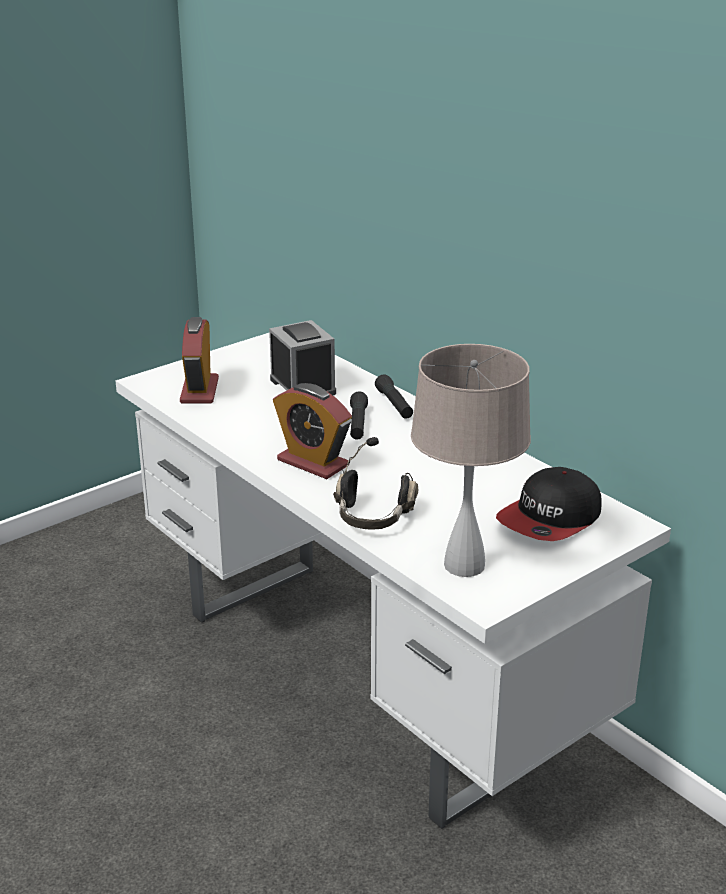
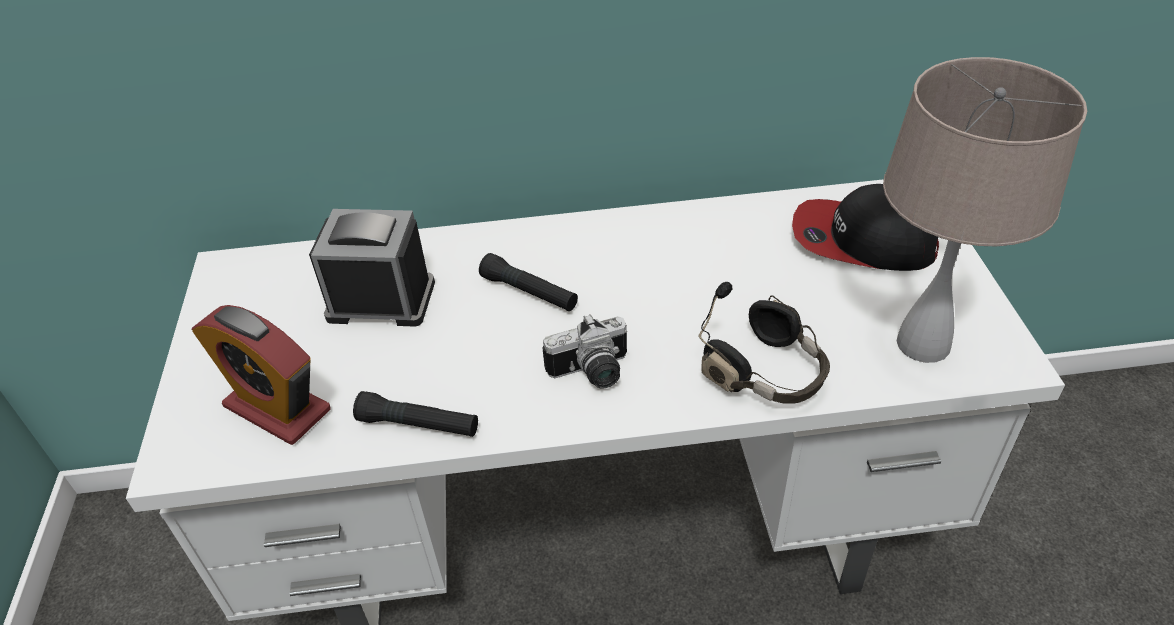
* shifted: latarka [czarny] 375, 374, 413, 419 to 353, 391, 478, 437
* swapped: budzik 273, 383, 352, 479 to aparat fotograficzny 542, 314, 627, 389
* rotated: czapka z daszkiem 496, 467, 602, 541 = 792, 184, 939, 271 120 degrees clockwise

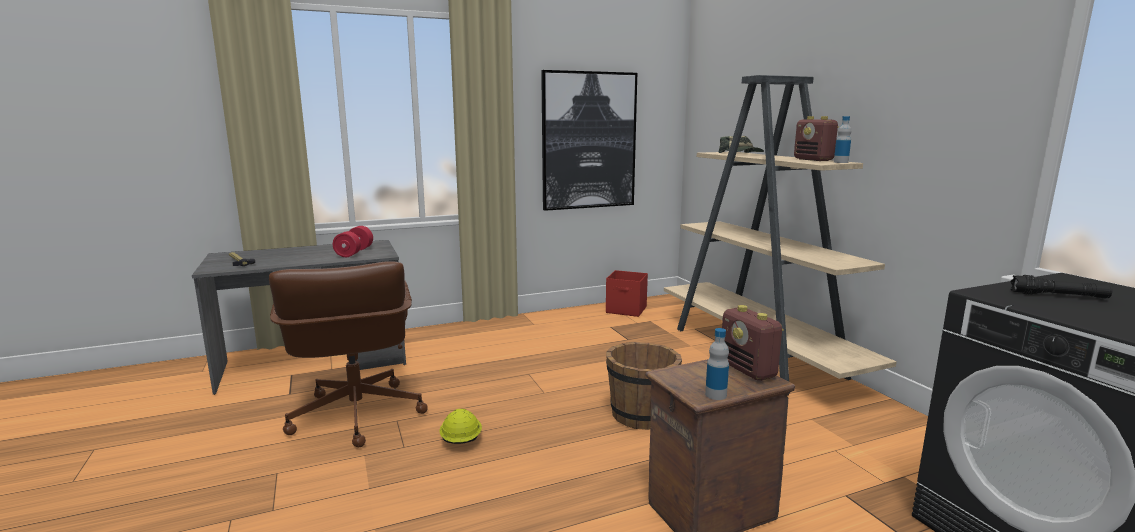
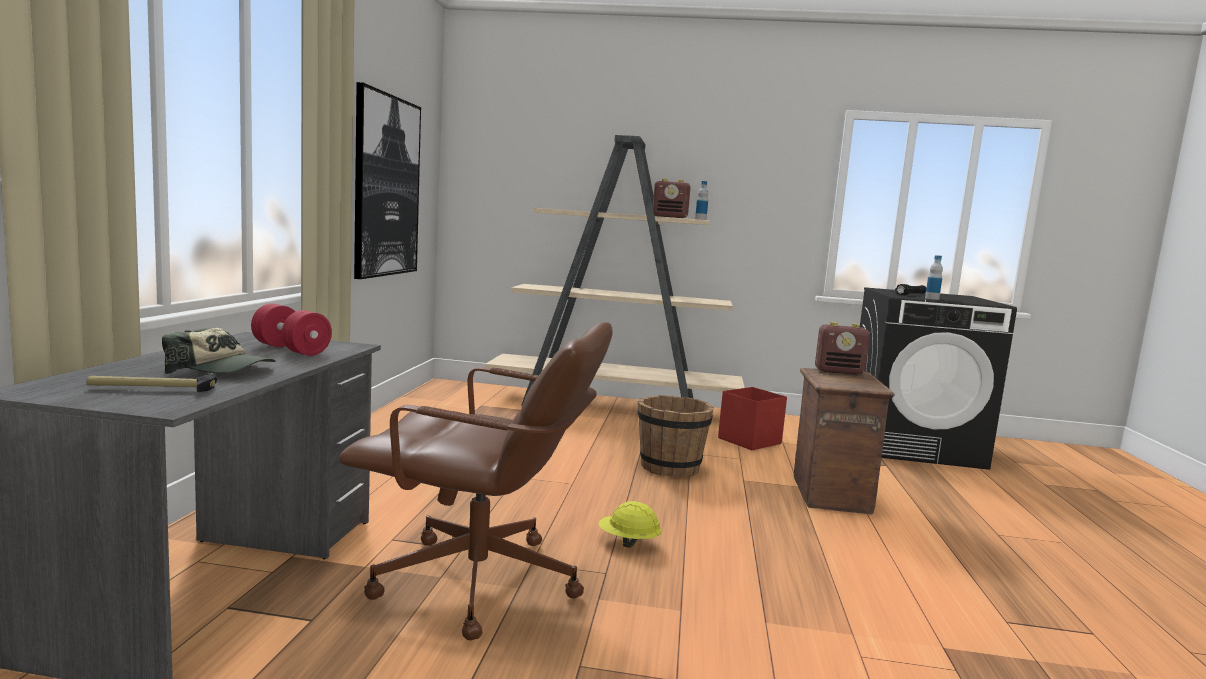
* shifted: czapka z daszkiem 719, 136, 764, 153 to 162, 328, 276, 374
* shifted: pojemnik do przechowywania [czerwony] 606, 270, 648, 317 to 718, 387, 787, 450
* shifted: butelka 705, 328, 729, 400 to 925, 255, 943, 300

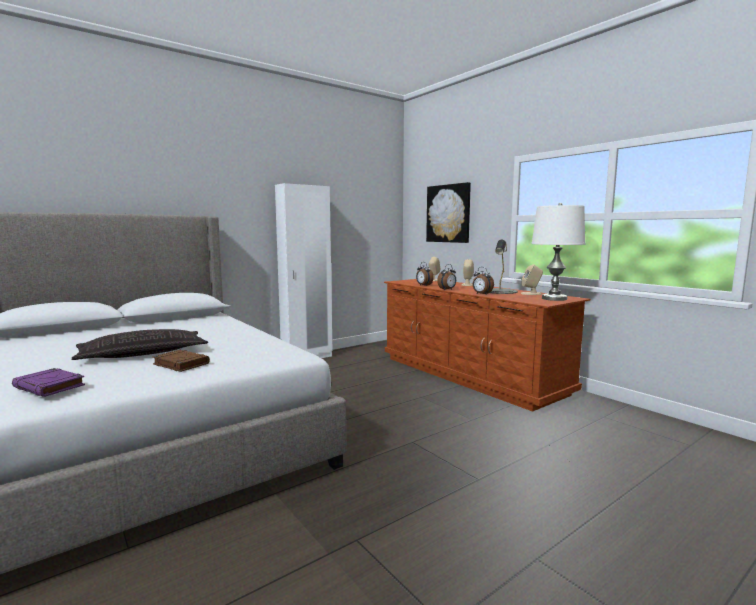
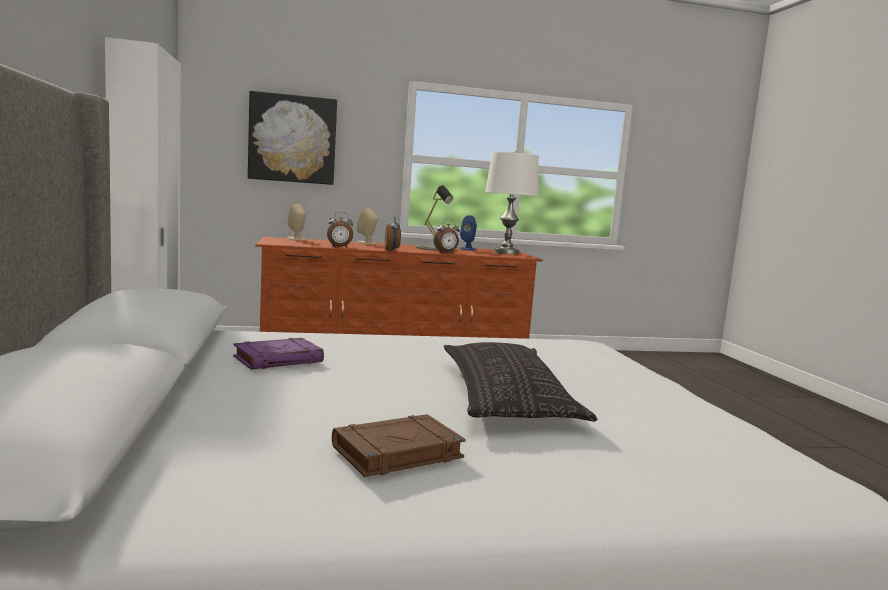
* repainted: głośnik [beżowy] 521, 264, 543, 295 to głośnik [niebieski] 459, 215, 477, 251
* shifted: książka [brązowy] 152, 350, 210, 372 to 332, 414, 466, 477
* shifted: książka [fioletowy] 12, 368, 85, 397 to 233, 338, 324, 369

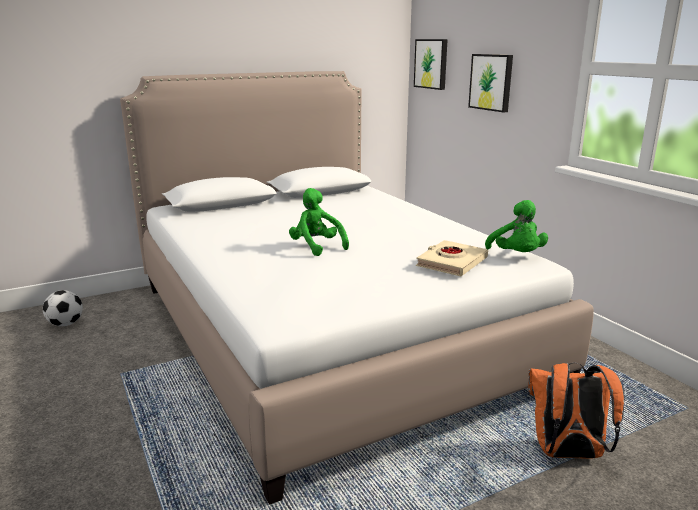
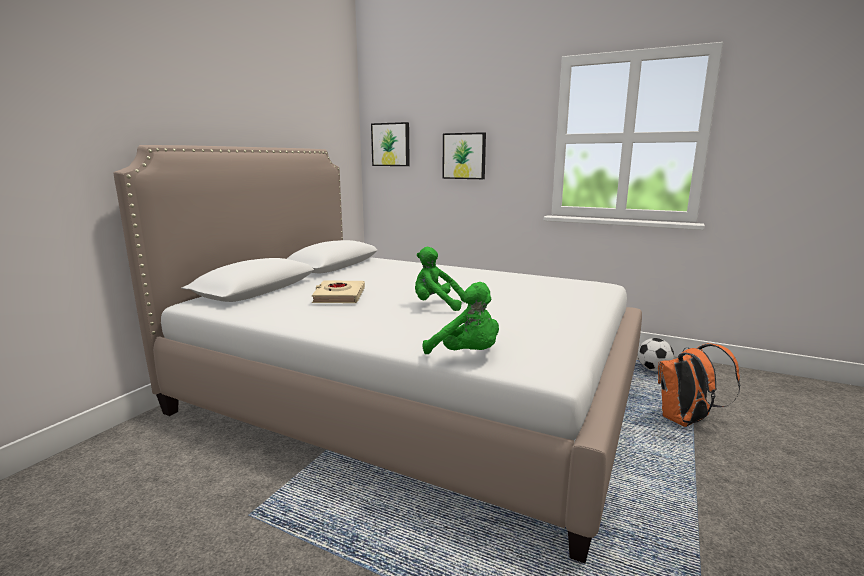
* shifted: pluszak [zielony] 485, 200, 548, 252 to 423, 282, 499, 354
* shifted: książka [beżowy] 416, 240, 488, 276 to 312, 280, 365, 303
* shifted: piłka futbolowa 43, 290, 83, 326 to 638, 338, 674, 371

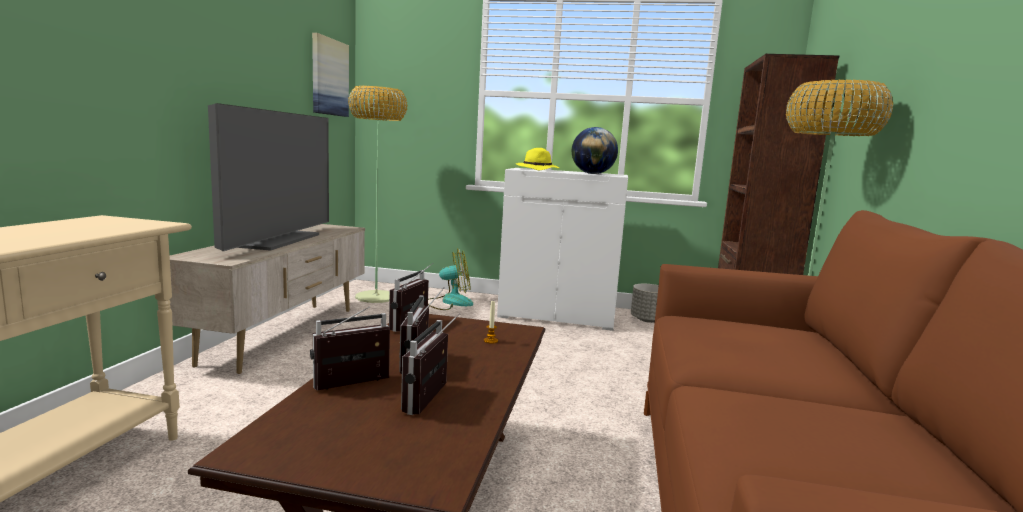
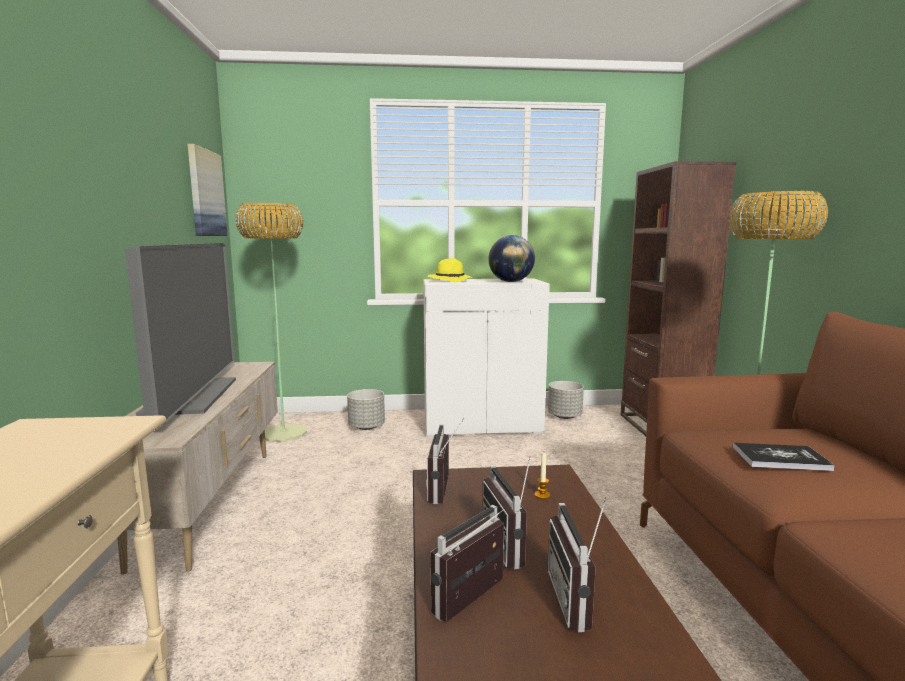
* swapped: wentylator 428, 248, 473, 310 to donica [szary] 347, 389, 385, 430
* new: książka 733, 443, 835, 471

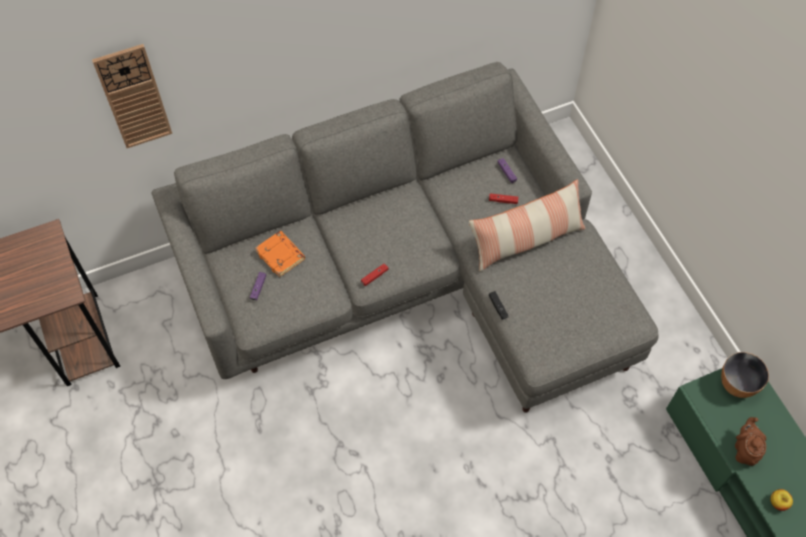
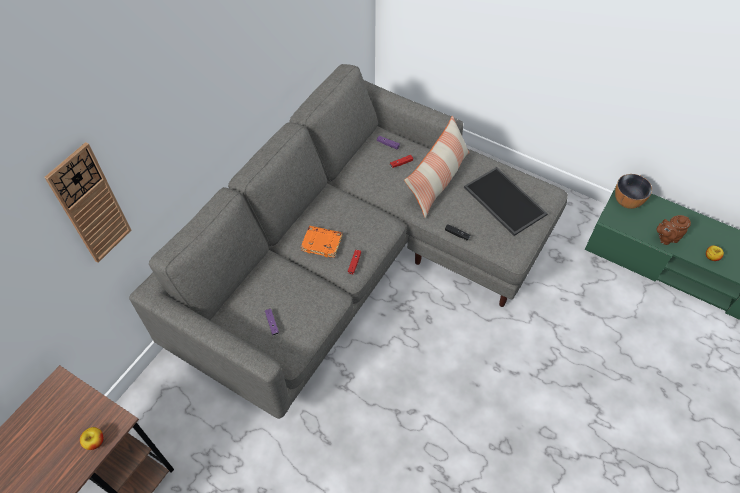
* shifted: książka [pomarańczowy] 255, 231, 305, 277 to 300, 226, 342, 258
* rotated: imbryk [brązowy] 735, 417, 766, 466 = 656, 215, 691, 245 75 degrees counterclockwise
* new: taca 464, 167, 548, 236
* new: jabłko 80, 427, 103, 450

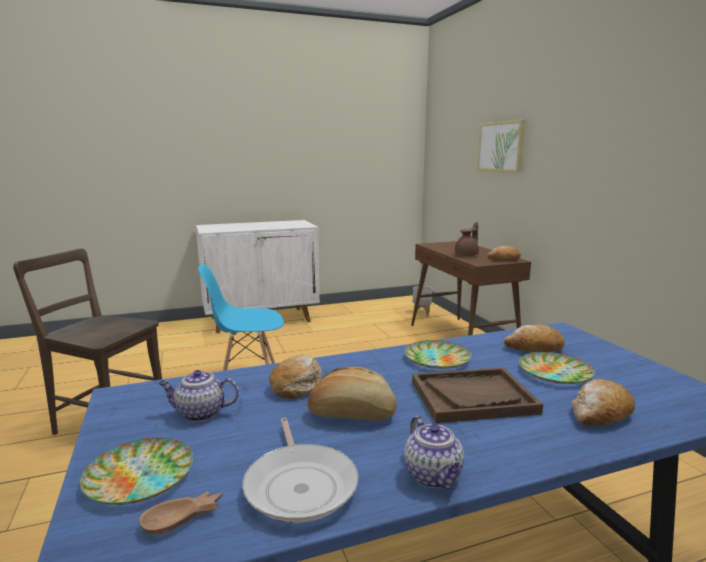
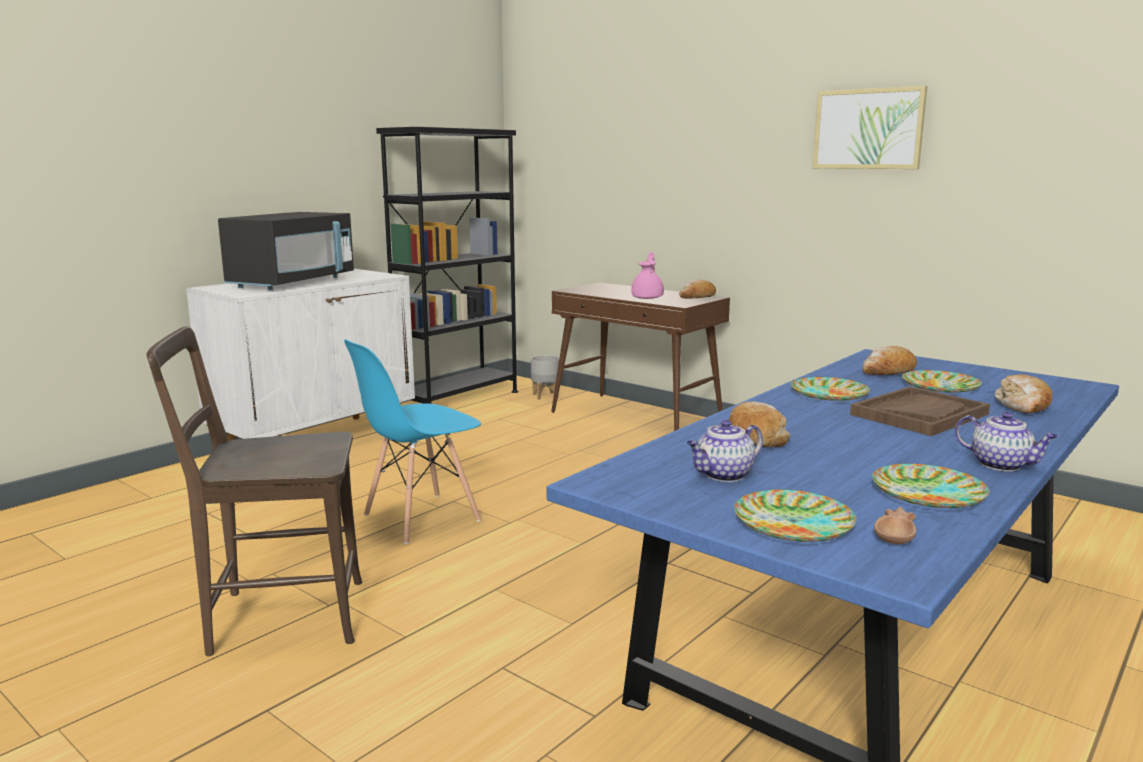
* shifted: obraz 477, 120, 525, 173 to 813, 86, 928, 169
* repainted: imbryk [brązowy] 455, 222, 479, 257 to imbryk [różowy] 631, 252, 664, 299
* gone: chleb 308, 367, 396, 420
* swapped: patelnia 242, 418, 358, 523 to talerz 872, 464, 990, 508
* new: regał [czarny] 376, 127, 518, 404
* new: mikrofalówka [czarny] 218, 212, 354, 290

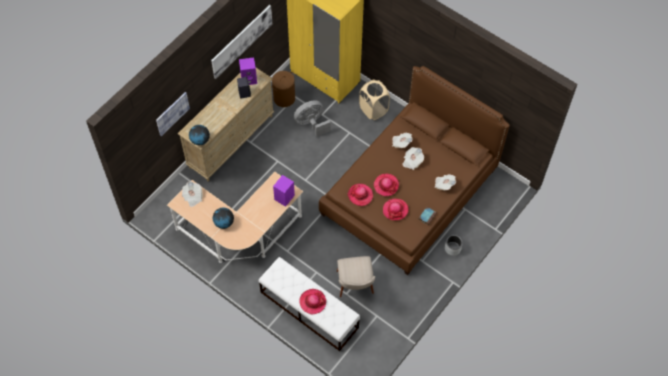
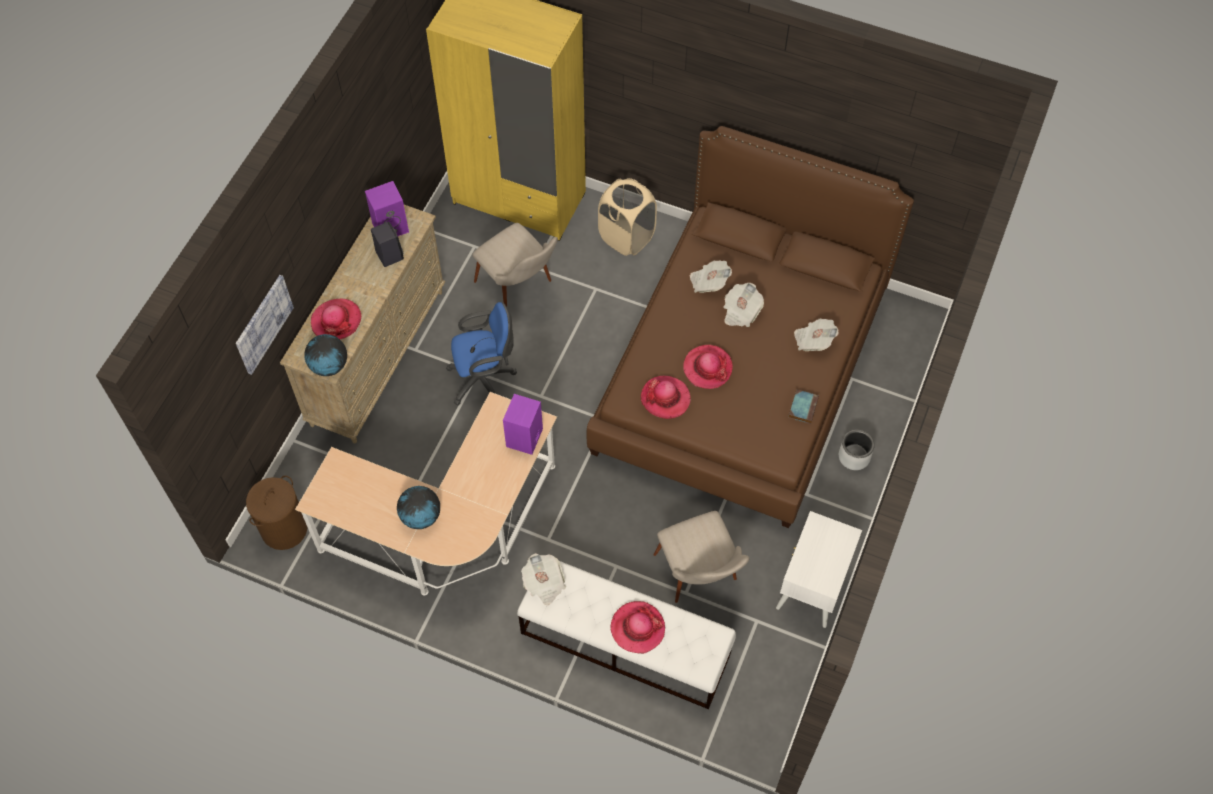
* gone: obraz 211, 5, 272, 79
* shifted: kosz na pranie [brązowy] 272, 71, 295, 107 to 246, 476, 308, 550
* swapped: wentylator [szary] 294, 100, 331, 137 to krzesło [beżowy] 472, 223, 558, 307
* shifted: gazeta 182, 181, 203, 207 to 521, 553, 566, 605
* shifted: kapelusz 383, 199, 409, 220 to 311, 299, 361, 339
* new: krzesło biurowe [niebieski] 446, 302, 517, 405
* new: szafka nocna [biały] 776, 511, 862, 628

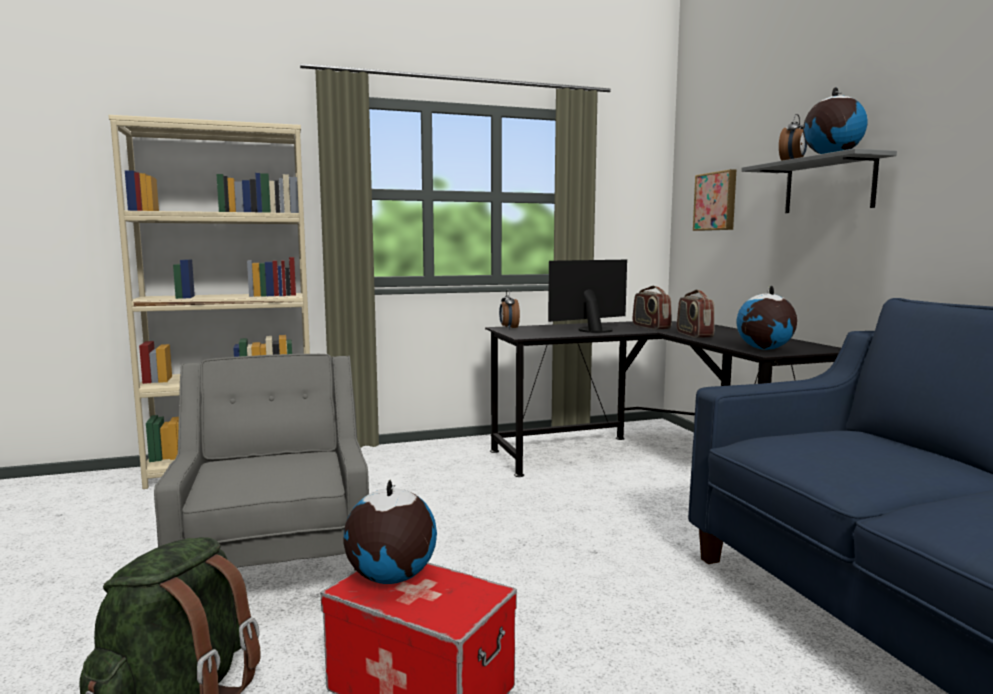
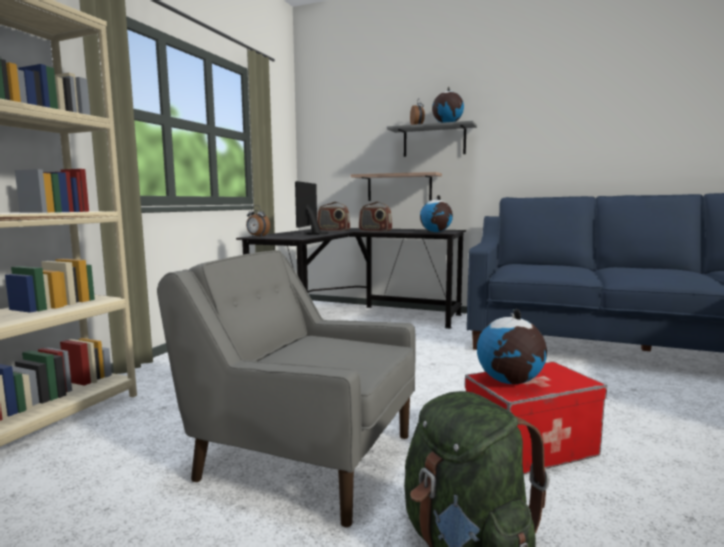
* gone: obraz 693, 169, 736, 231
* new: półka 351, 172, 442, 201

